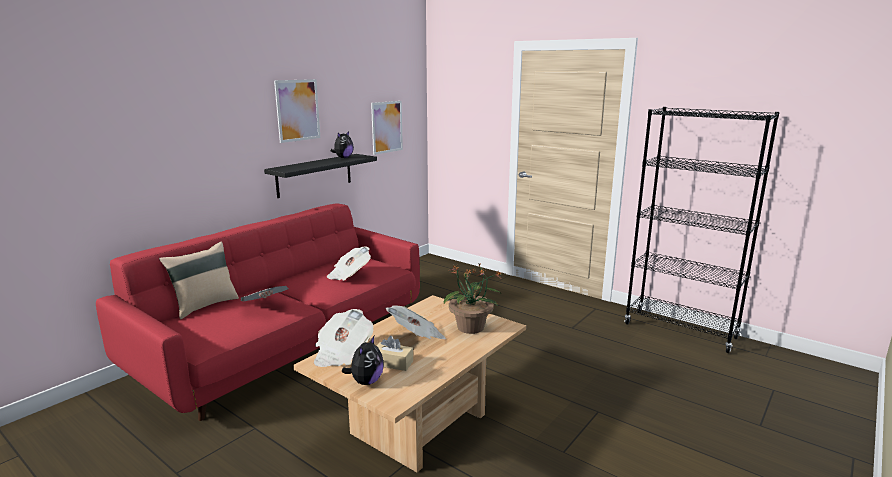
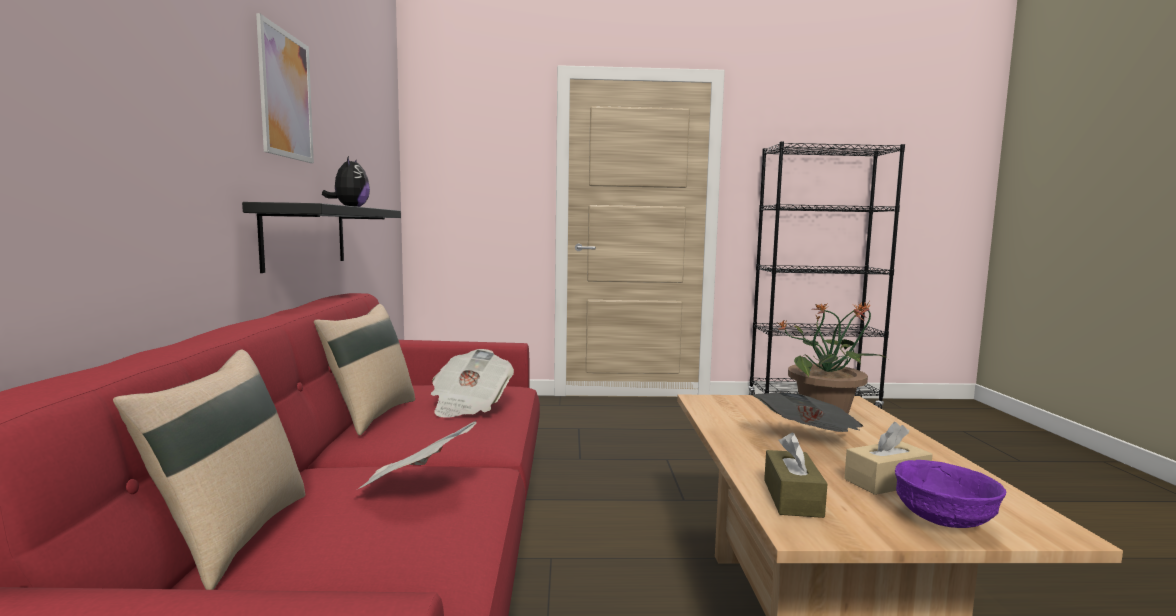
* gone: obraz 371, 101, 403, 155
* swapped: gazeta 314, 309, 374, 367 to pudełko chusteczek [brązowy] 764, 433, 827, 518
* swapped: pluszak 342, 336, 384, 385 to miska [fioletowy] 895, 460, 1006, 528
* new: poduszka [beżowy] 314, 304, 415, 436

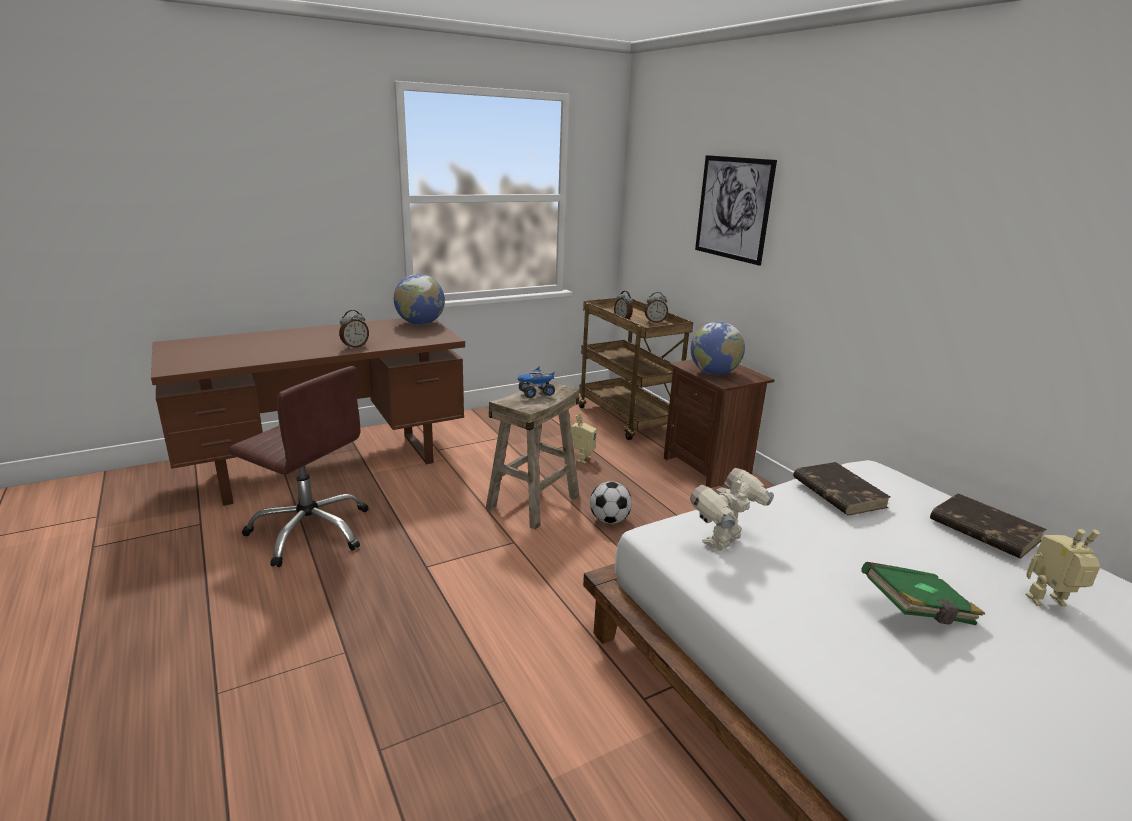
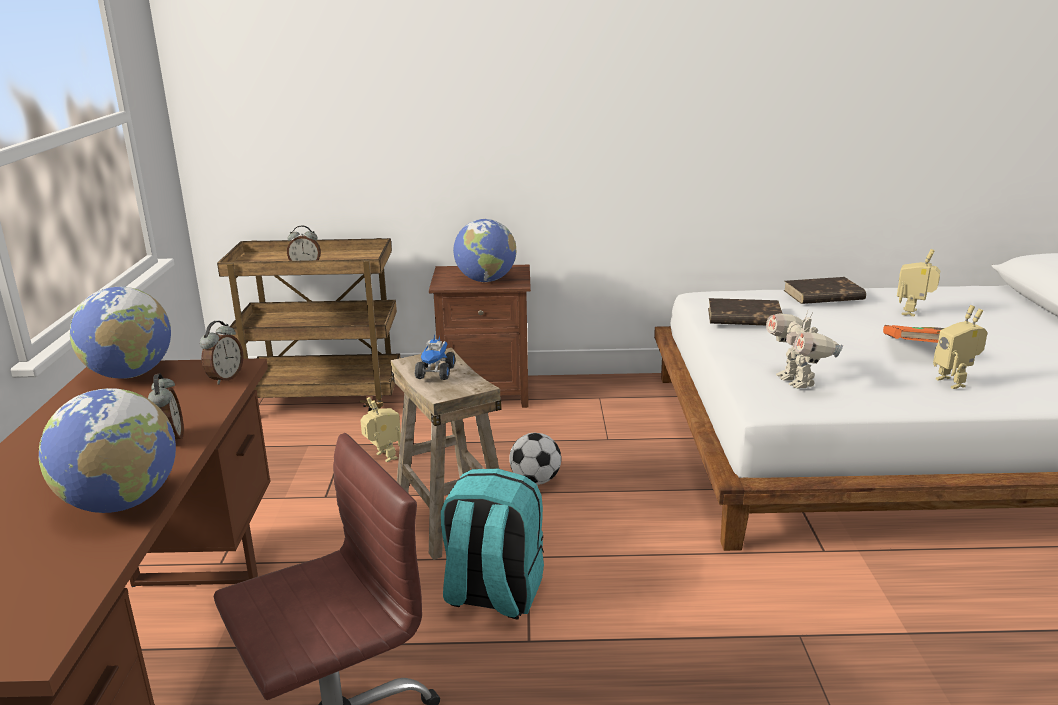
* gone: obraz 695, 155, 777, 266
* shifted: budzik 644, 292, 668, 323 to 200, 321, 244, 385
* repainted: książka [zielony] 861, 562, 985, 625 to książka [pomarańczowy] 883, 325, 944, 343
* new: robot zabawkowy 933, 305, 988, 389
* new: globus 39, 388, 176, 513
* new: plecak [turkusowy] 441, 469, 544, 620

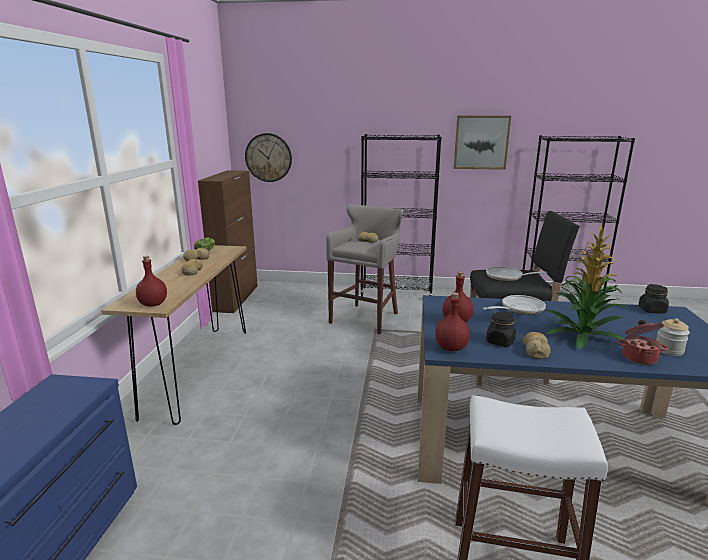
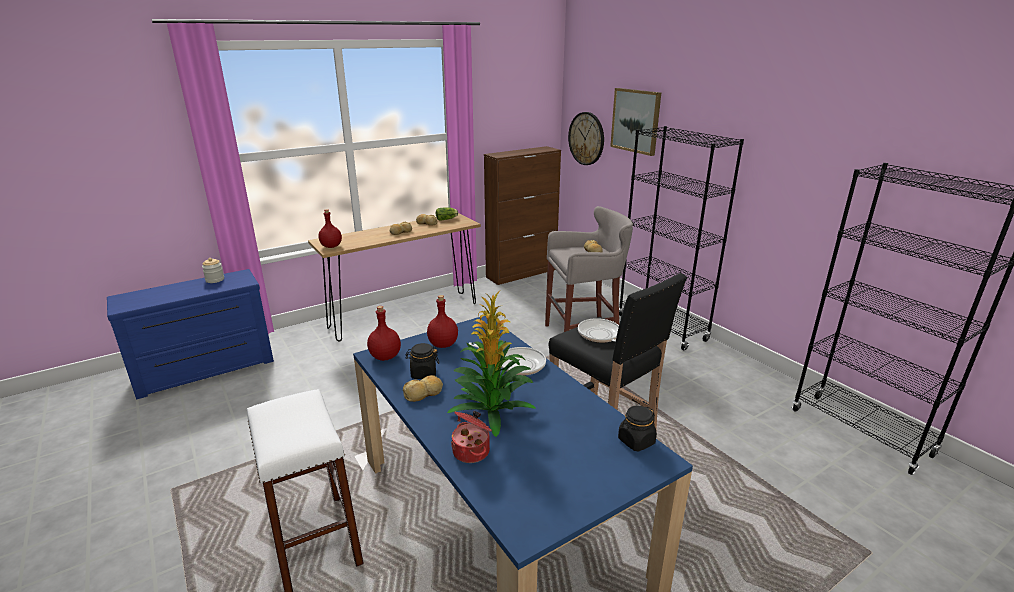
* shifted: obraz 454, 116, 511, 170 to 610, 88, 661, 156
* shifted: słoik 656, 318, 690, 356 to 202, 258, 224, 283

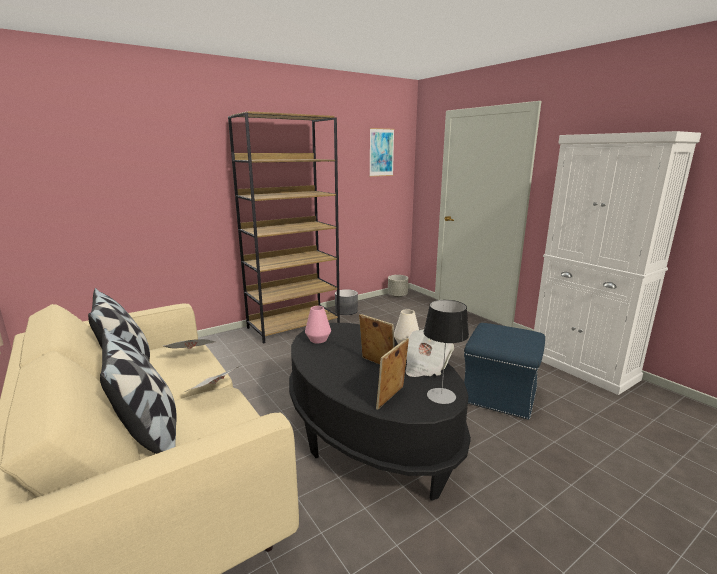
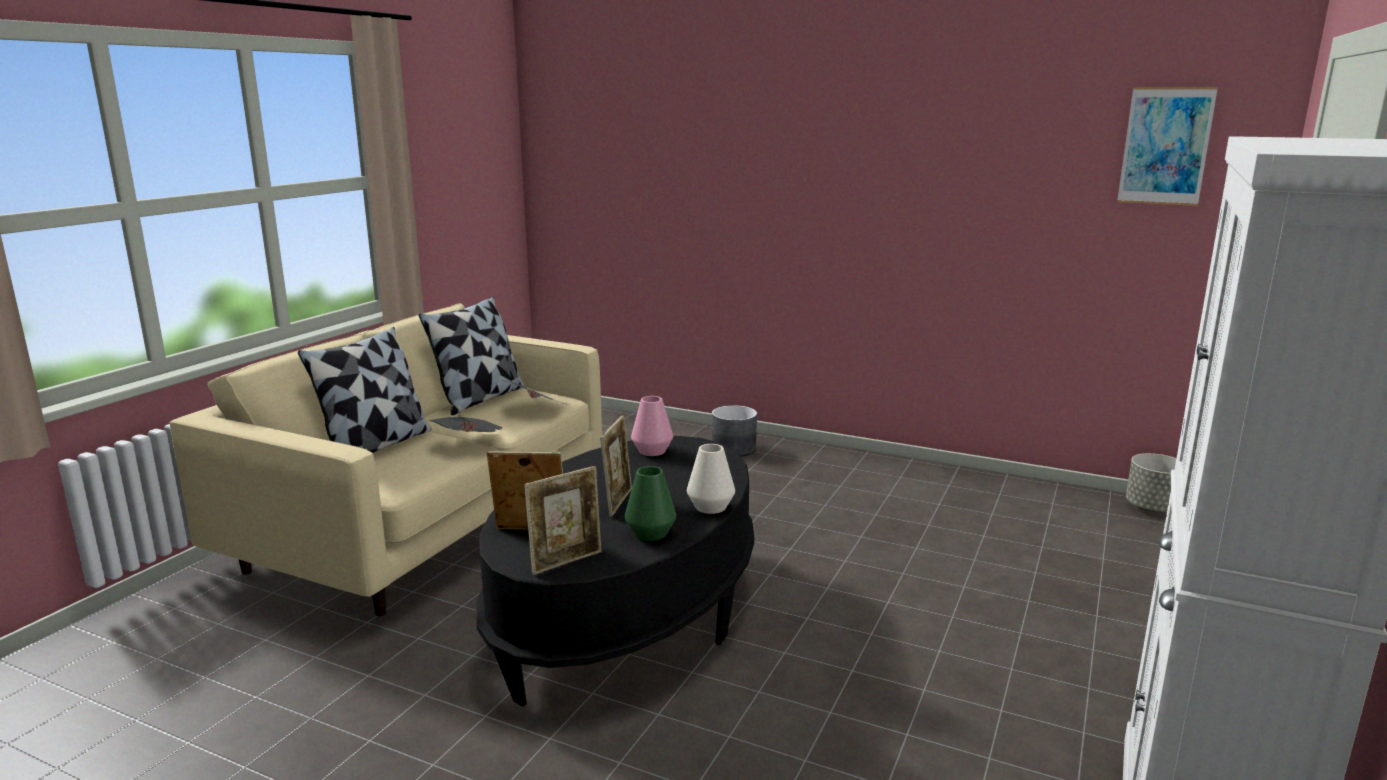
* gone: regał [brązowy] 228, 111, 340, 344
* shifted: donica [szary] 335, 289, 358, 315 to 712, 405, 757, 457
* swapped: lampa stołowa 424, 300, 469, 404 to ramka na zdjęcie 525, 466, 602, 575
* gone: pufa [niebieski] 464, 323, 545, 420
* swapped: gazeta 406, 329, 454, 377 to wazon [zielony] 625, 466, 676, 541

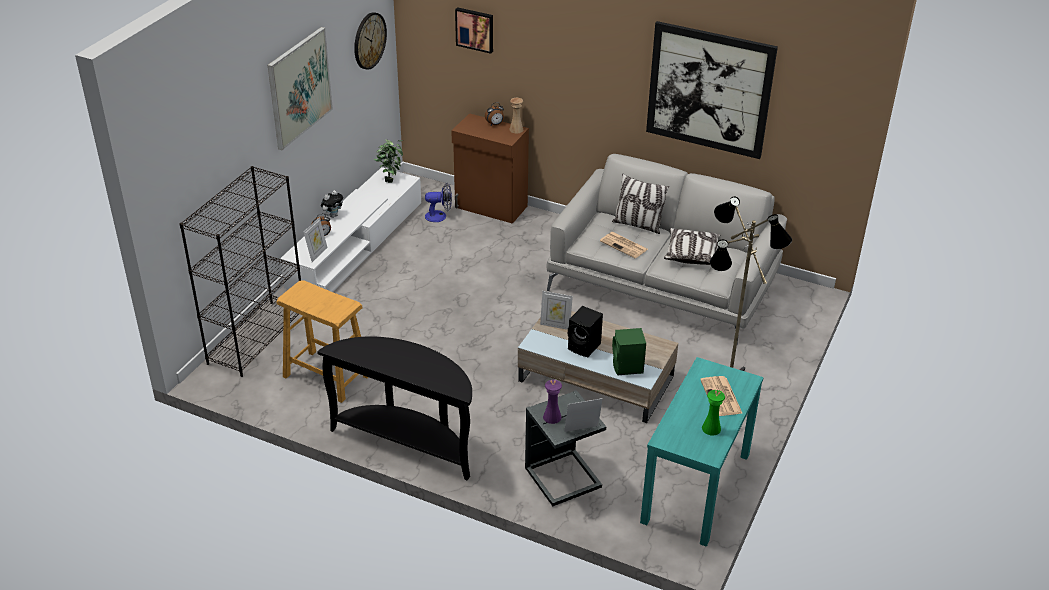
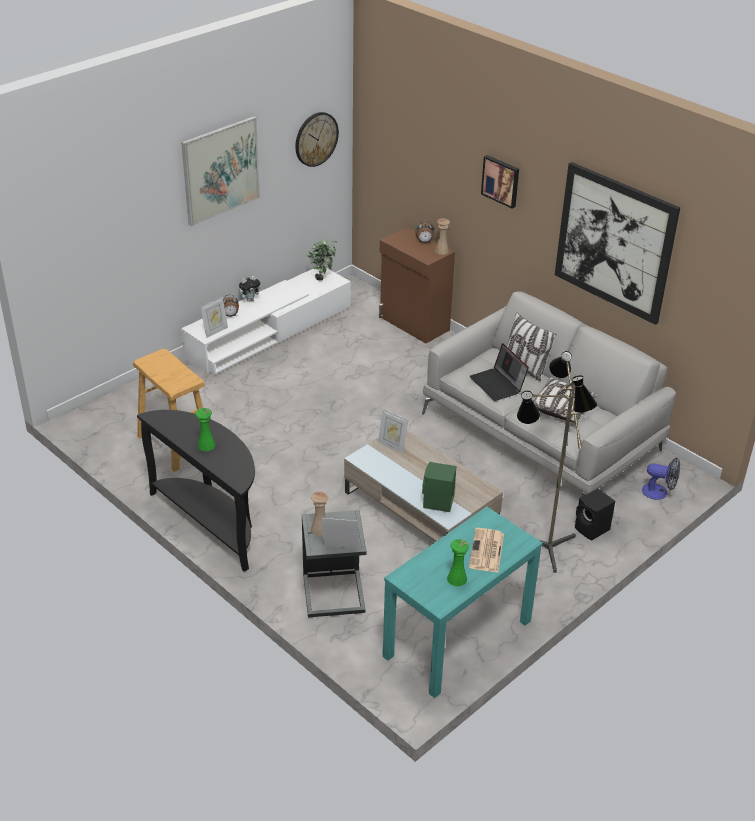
* shifted: obraz 455, 7, 493, 54 to 481, 155, 519, 209
* gone: regał [czarny] 180, 166, 301, 377
* shifted: wentylator 425, 183, 452, 222 to 642, 458, 680, 500
* swapped: gazeta 600, 232, 648, 258 to laptop 470, 343, 529, 401
* shifted: głośnik [czarny] 568, 306, 603, 357 to 575, 489, 615, 541
* repainted: wazon [fioletowy] 543, 380, 562, 424 to wazon [beżowy] 311, 491, 328, 536
* new: wazon [zielony] 196, 408, 216, 451

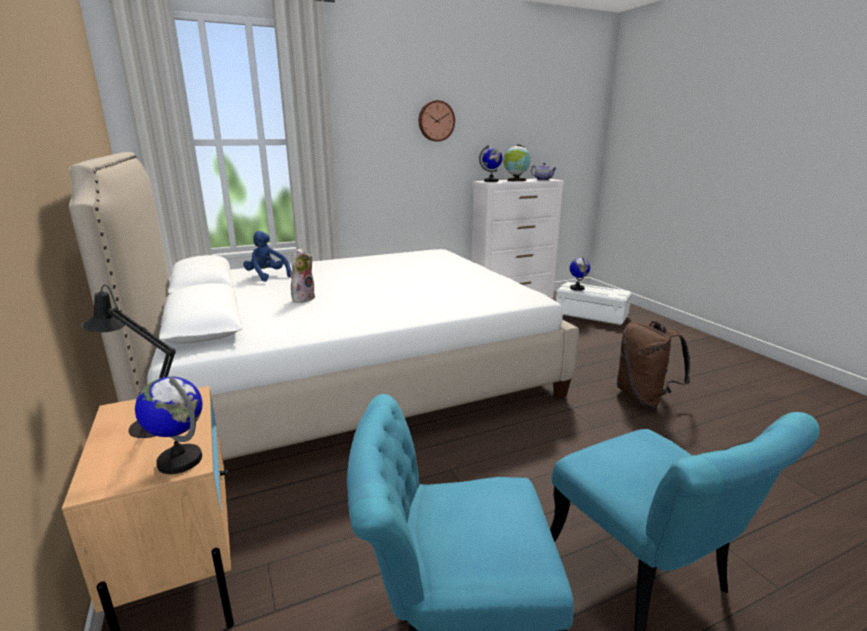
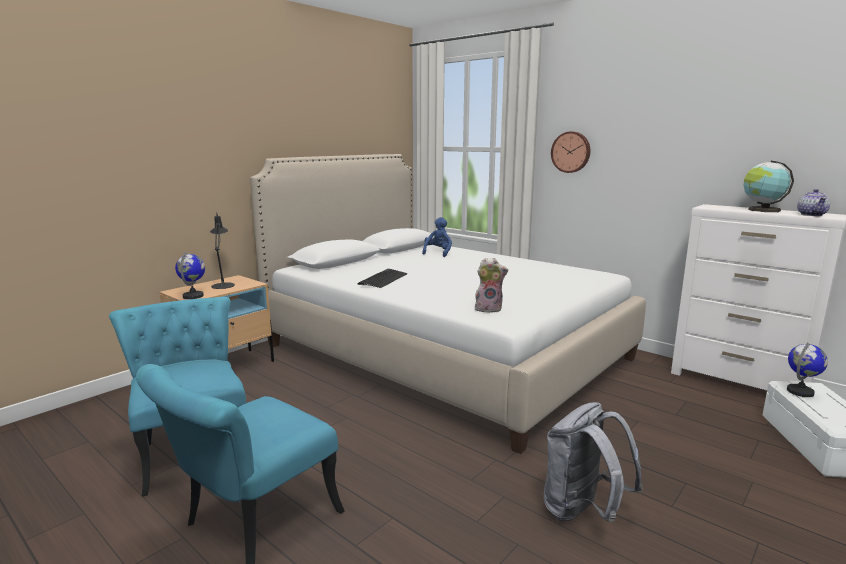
* shifted: zegar ścienny 419, 100, 455, 142 to 551, 131, 590, 173
* gone: globus 479, 145, 503, 182
* shifted: pluszak 290, 248, 315, 303 to 475, 258, 508, 313
* repainted: plecak [brązowy] 617, 321, 690, 408 to plecak [szary] 544, 402, 643, 522
* new: klawiatura 358, 269, 408, 288

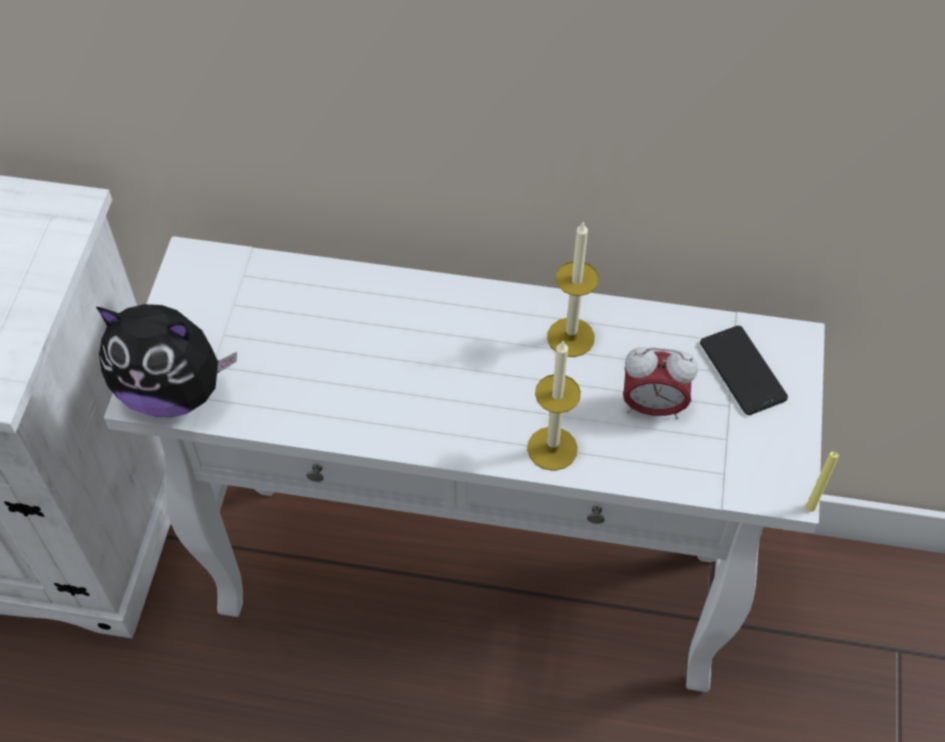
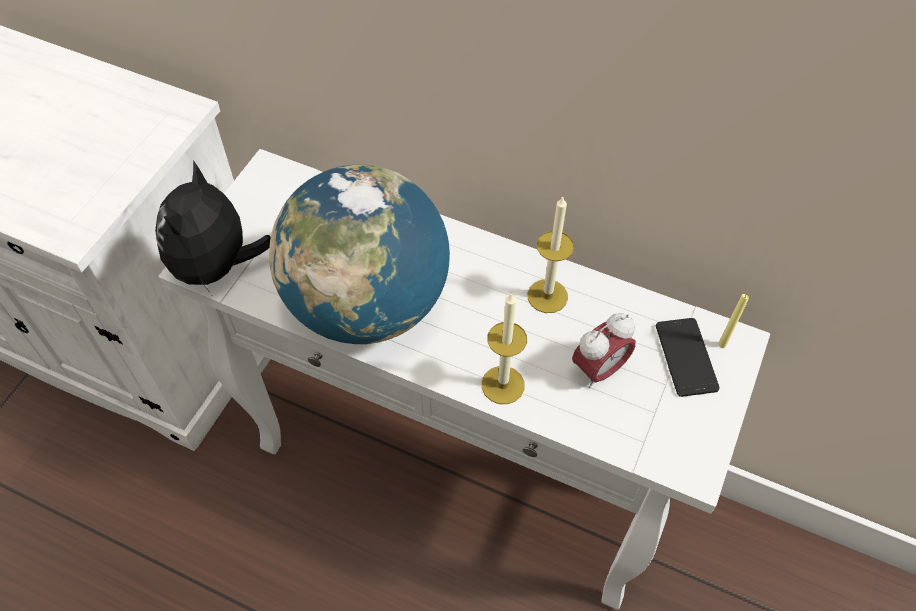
* rotated: pluszak 96, 304, 237, 417 = 155, 160, 271, 294 75 degrees clockwise
* rotated: budzik 623, 347, 698, 419 = 572, 313, 636, 388 60 degrees counterclockwise
* shifted: świeca [żółty] 806, 451, 839, 512 to 718, 294, 749, 348
* new: globus 269, 165, 450, 344

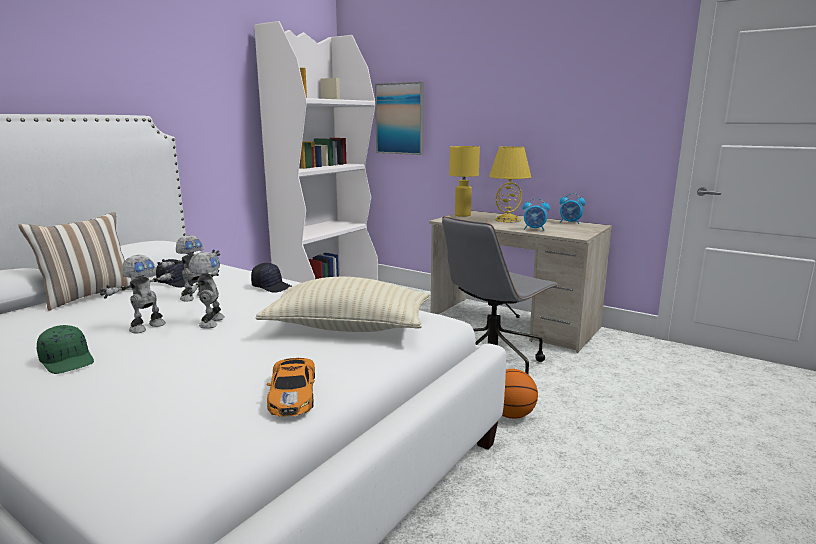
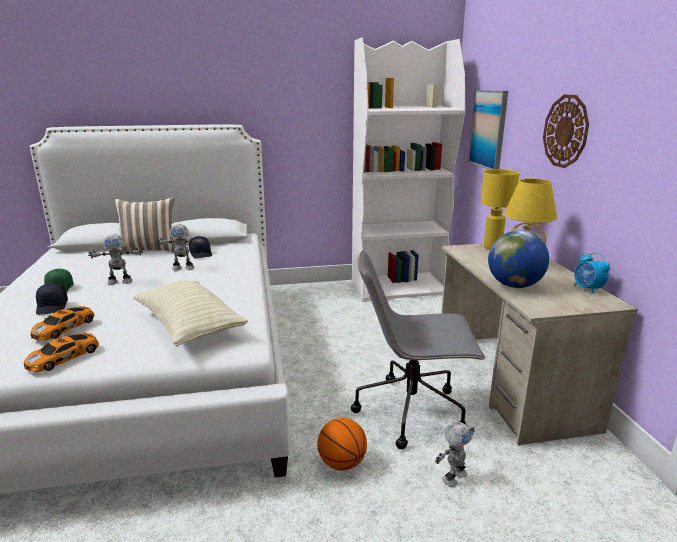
* swapped: budzik 523, 198, 550, 231 to globus 488, 231, 549, 288
* shifted: robot zabawkowy 188, 252, 225, 329 to 435, 422, 475, 487
* shifted: czapka z daszkiem [czarny] 251, 263, 292, 293 to 36, 283, 68, 315
* new: zegar ścienny 543, 95, 589, 168
* new: samochodzik 30, 306, 95, 340

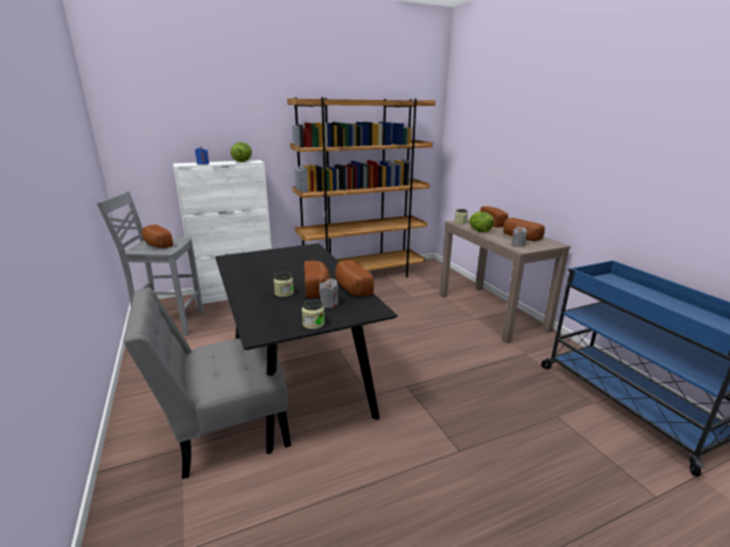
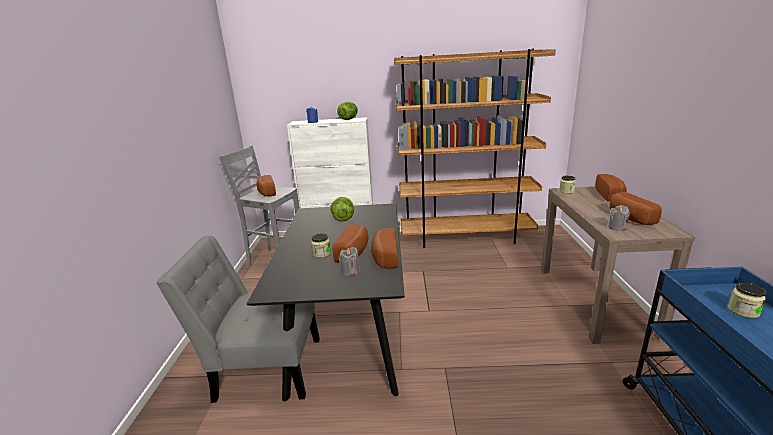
* shifted: sałata 469, 212, 494, 232 to 331, 197, 354, 222
* shifted: słoik 302, 299, 325, 329 to 728, 283, 766, 318

